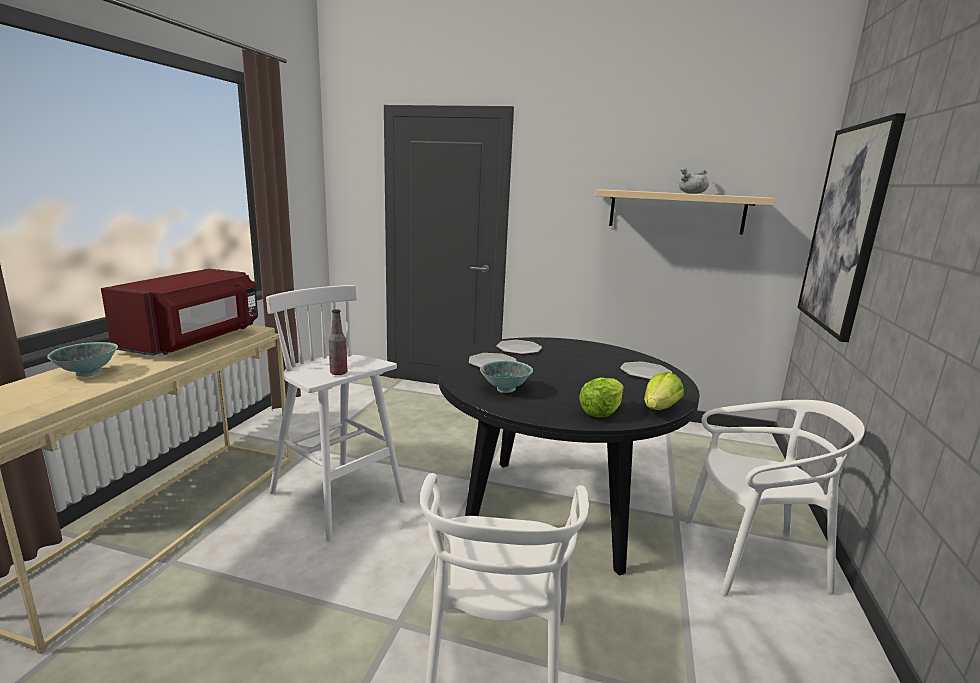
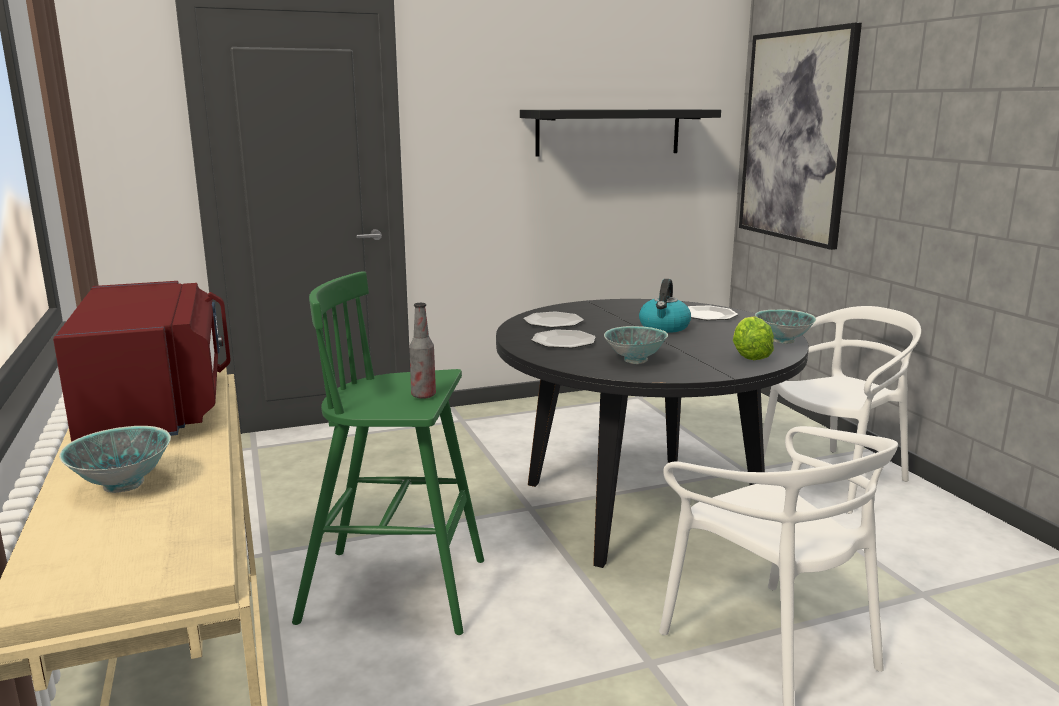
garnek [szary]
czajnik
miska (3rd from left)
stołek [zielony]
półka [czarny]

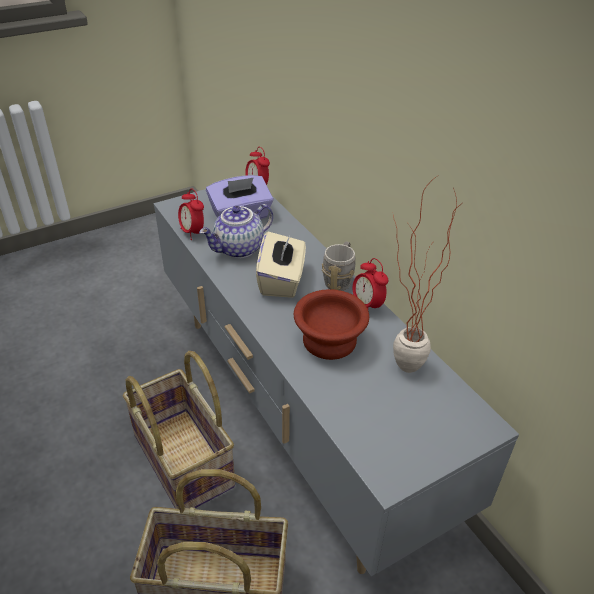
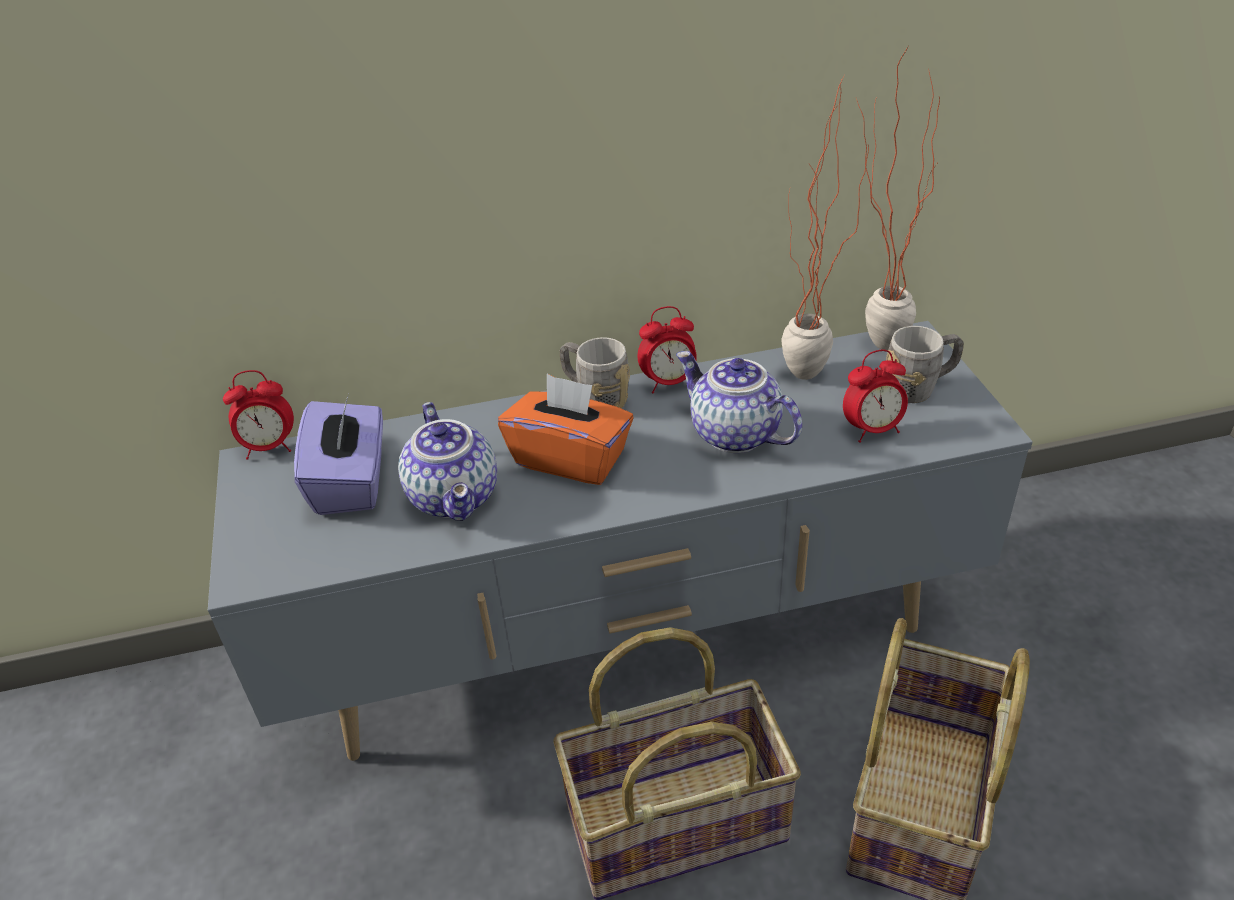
roślina doniczkowa (2nd from left)
kubek [szary] (2nd from left)
budzik (3rd from left)
imbryk (2nd from left)
pudełko chusteczek [pomarańczowy]

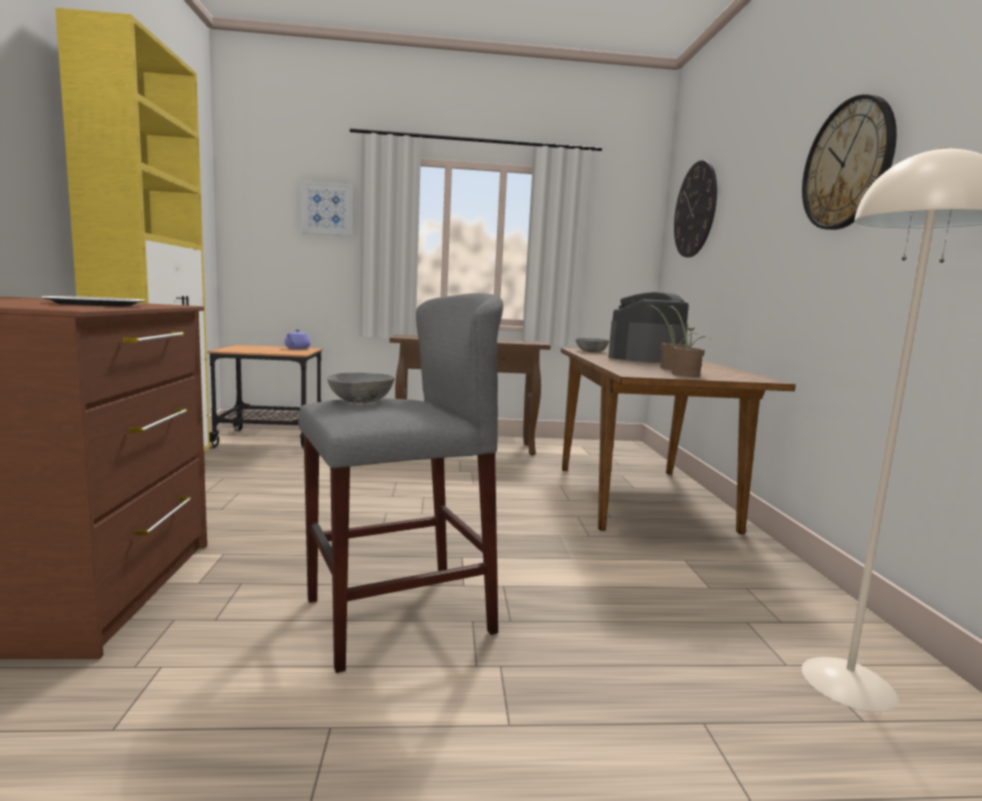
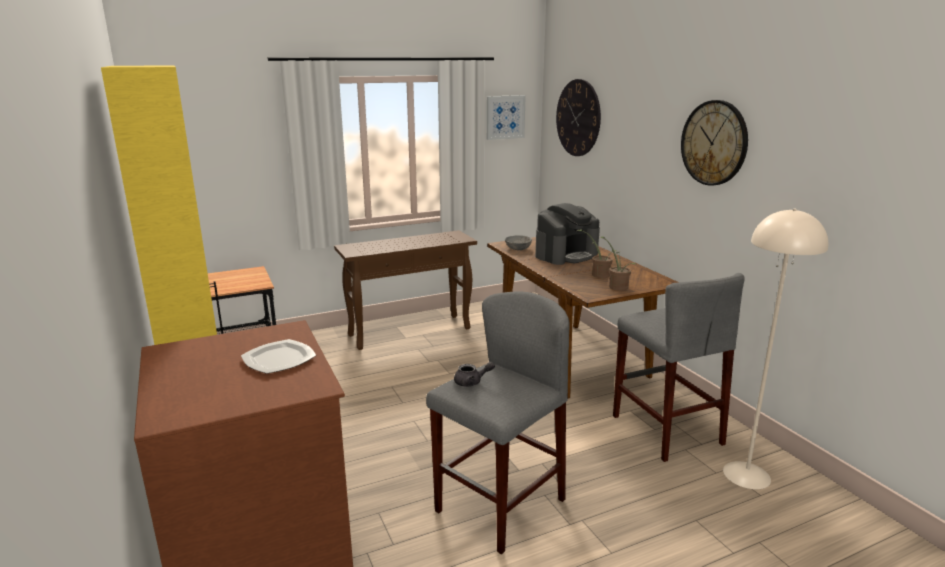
imbryk [fioletowy]
stołek [szary] (2nd from left)
obraz
imbryk [szary]
ekspres do kawy

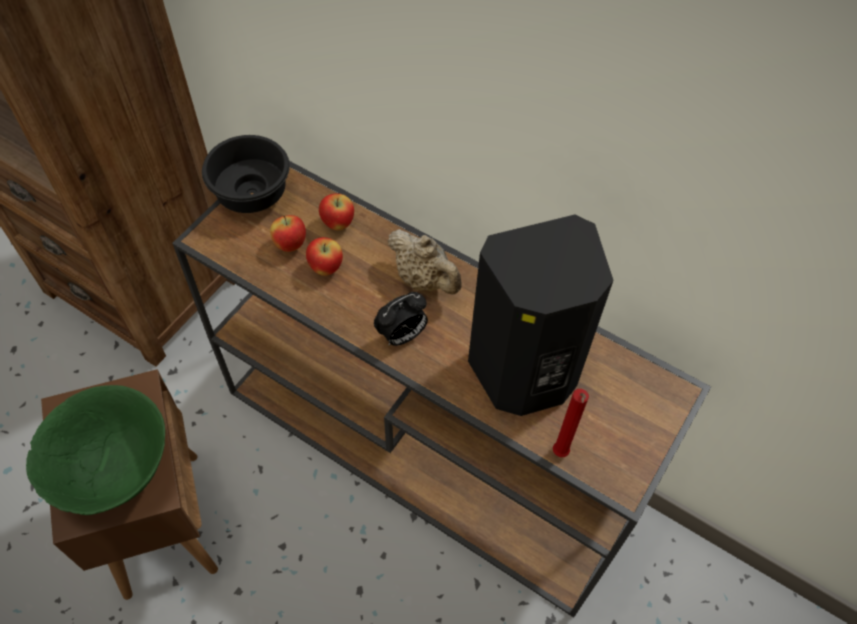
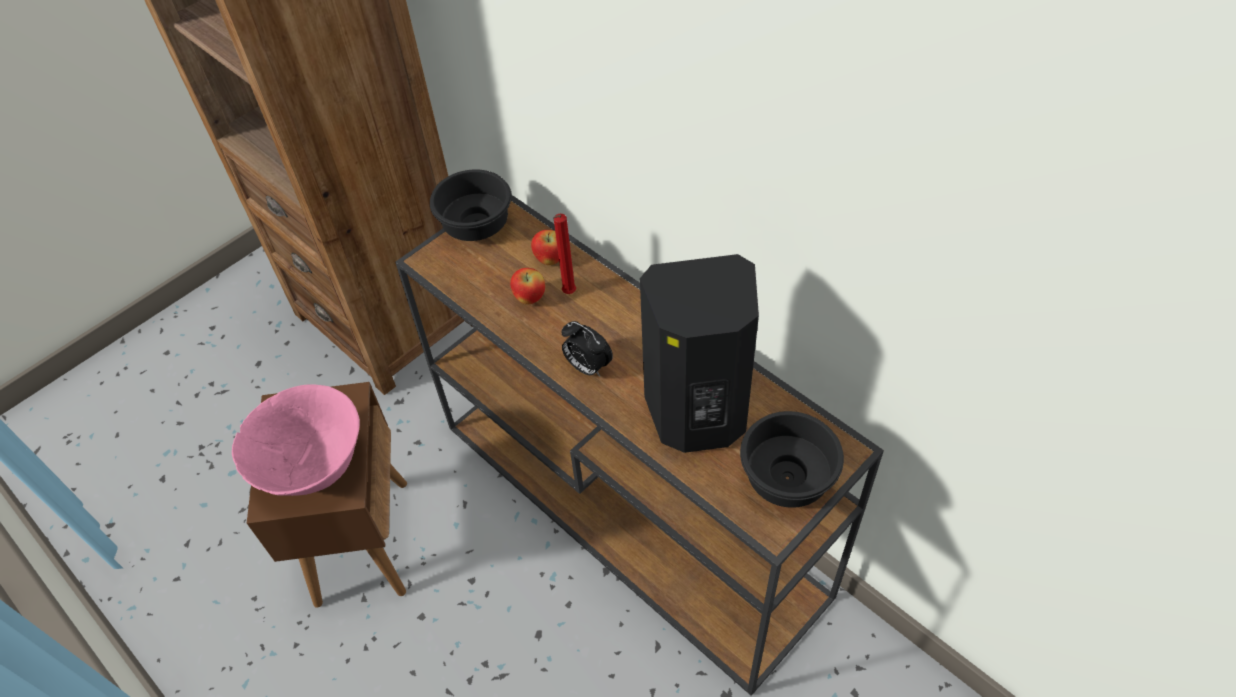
jabłko (1st from left in the first image)
imbryk [beżowy]
miska [czarny] (2nd from left)
świeca [czerwony]
miska [różowy]
budzik

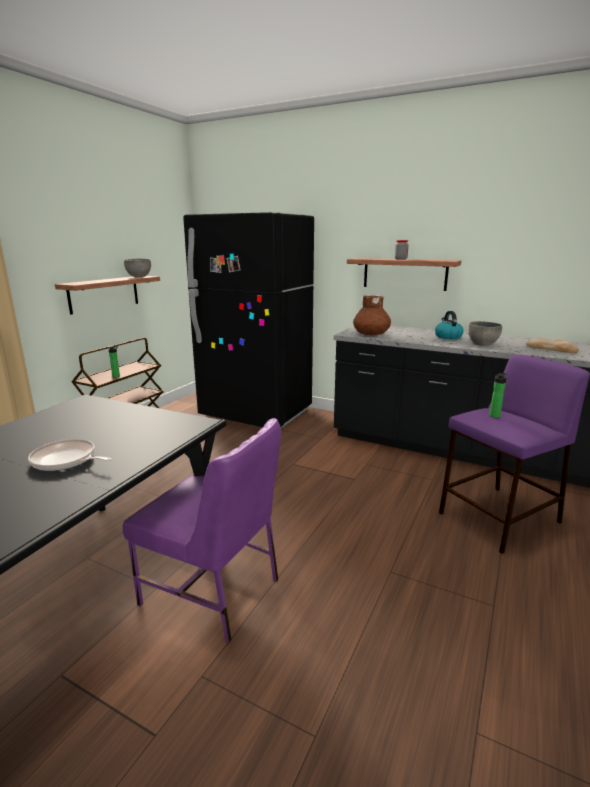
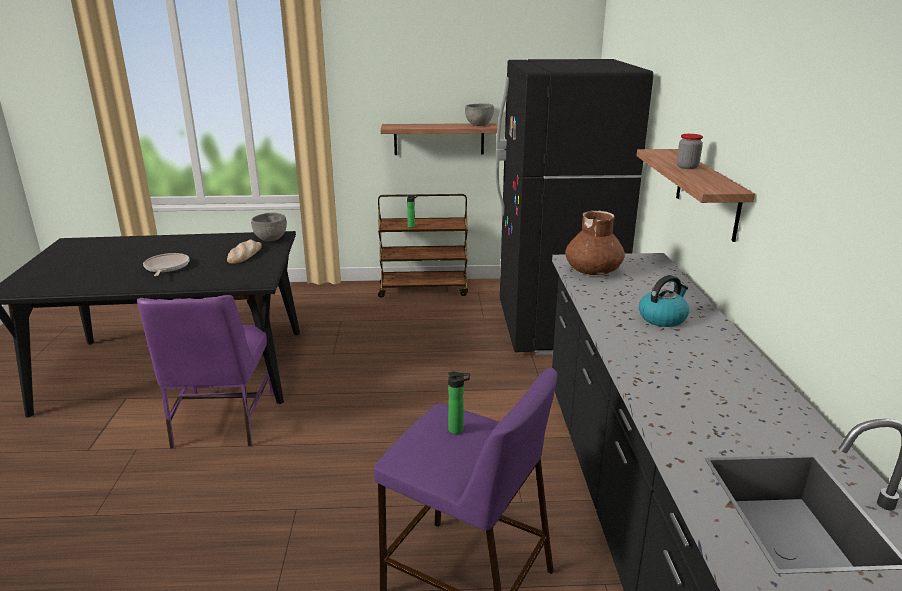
miska [szary] (1st from left)
chleb

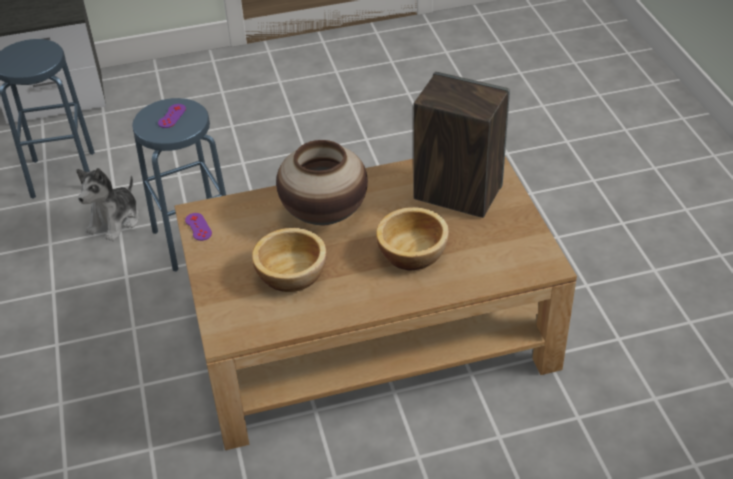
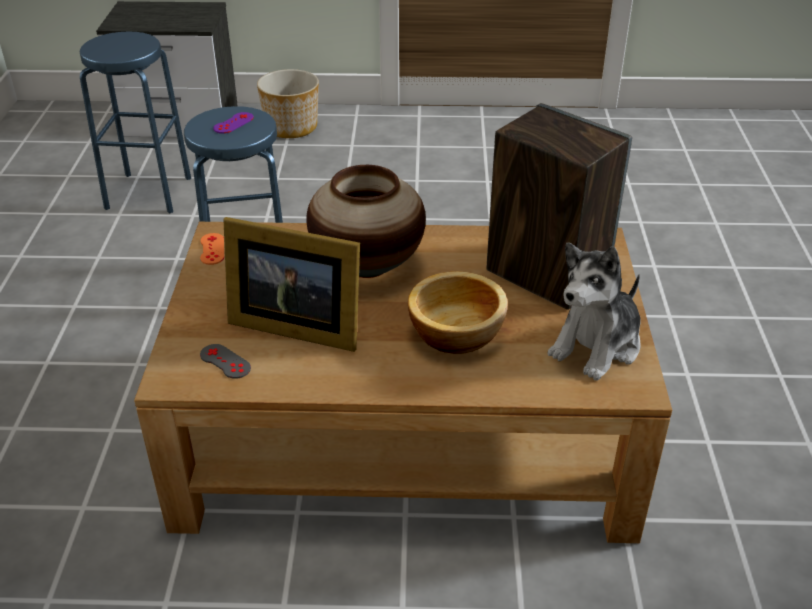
pad do gier [szary]
donica
pluszak
ramka na zdjęcie
pad do gier [pomarańczowy]

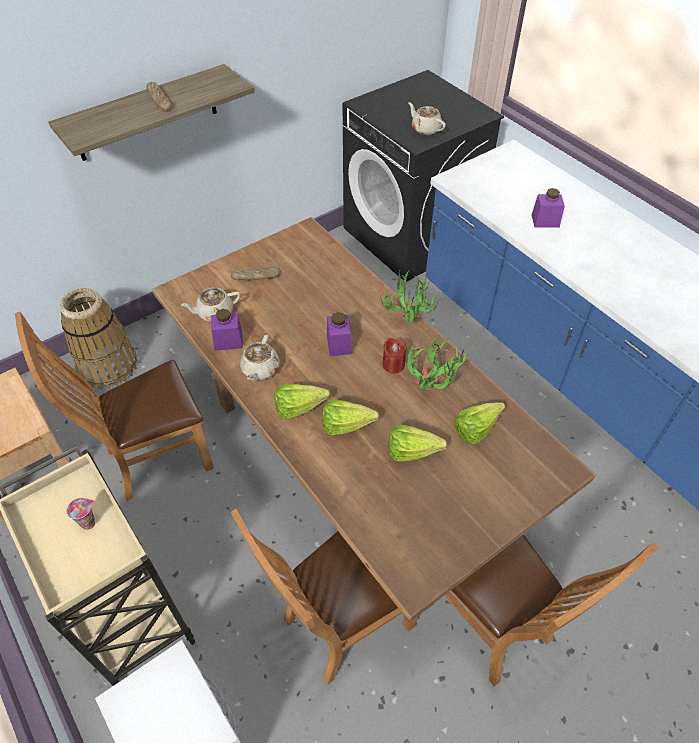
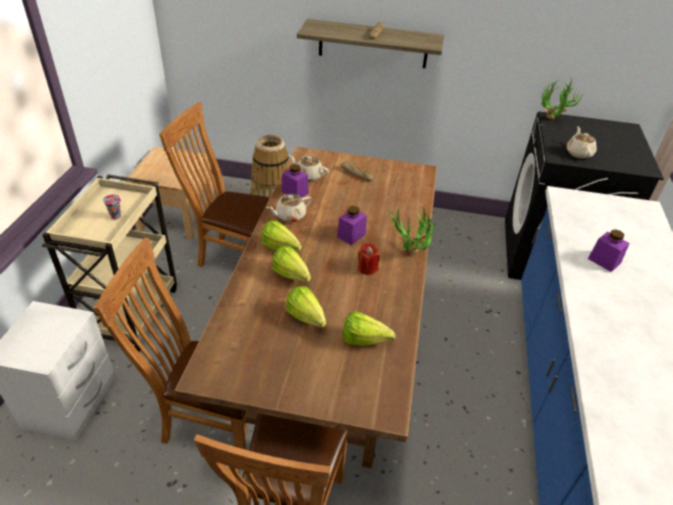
roślina doniczkowa (2nd from left)

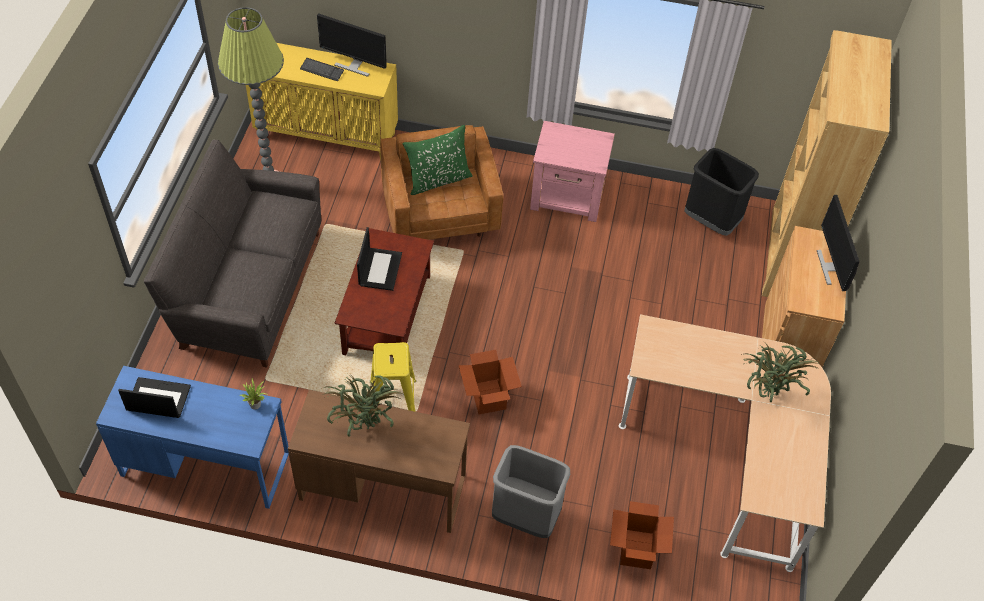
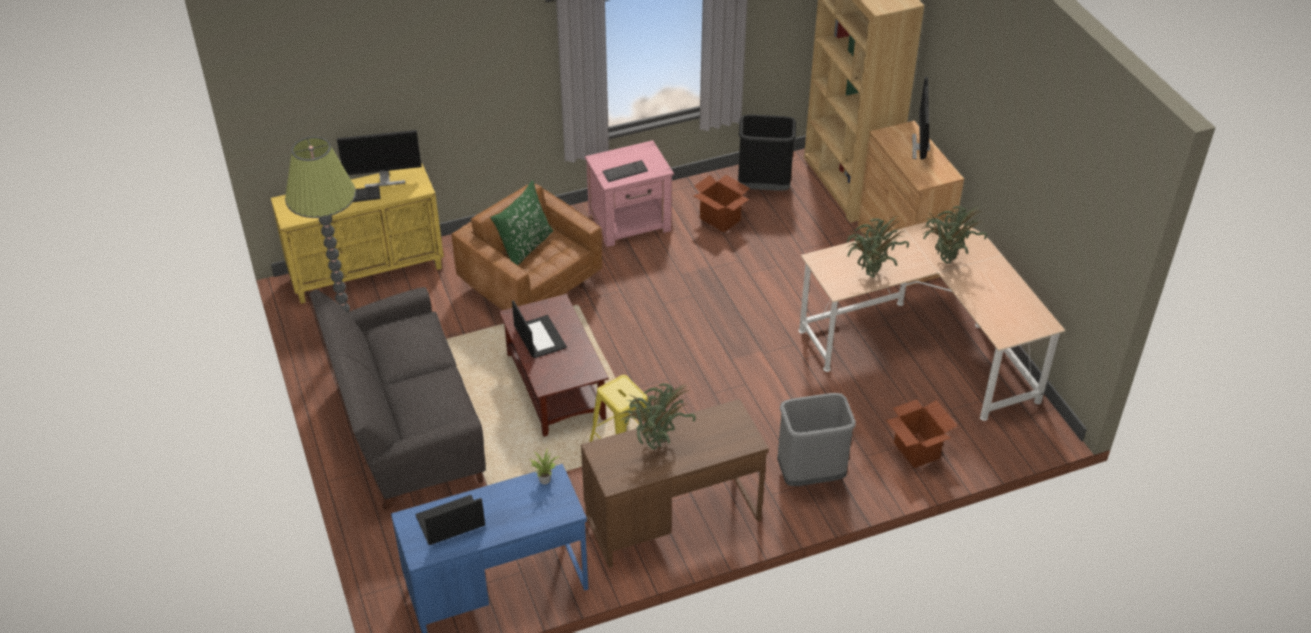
klawiatura (2nd from left)
roślina doniczkowa (3rd from left)
karton (1st from left)
monitor (2nd from left)

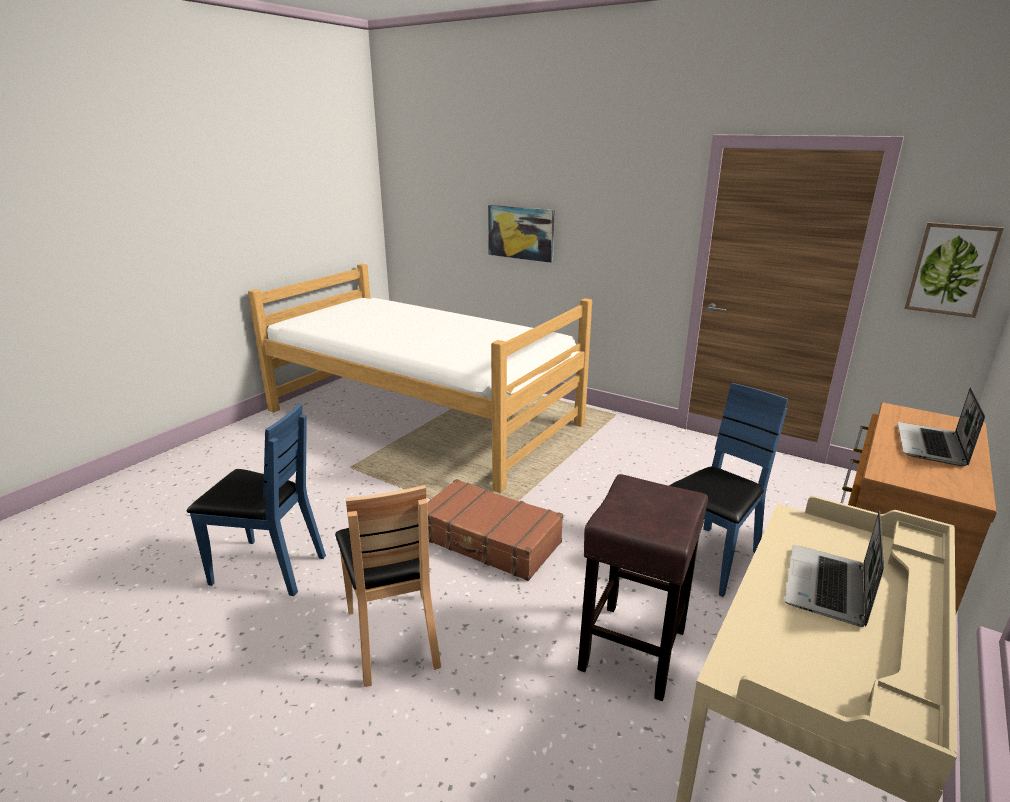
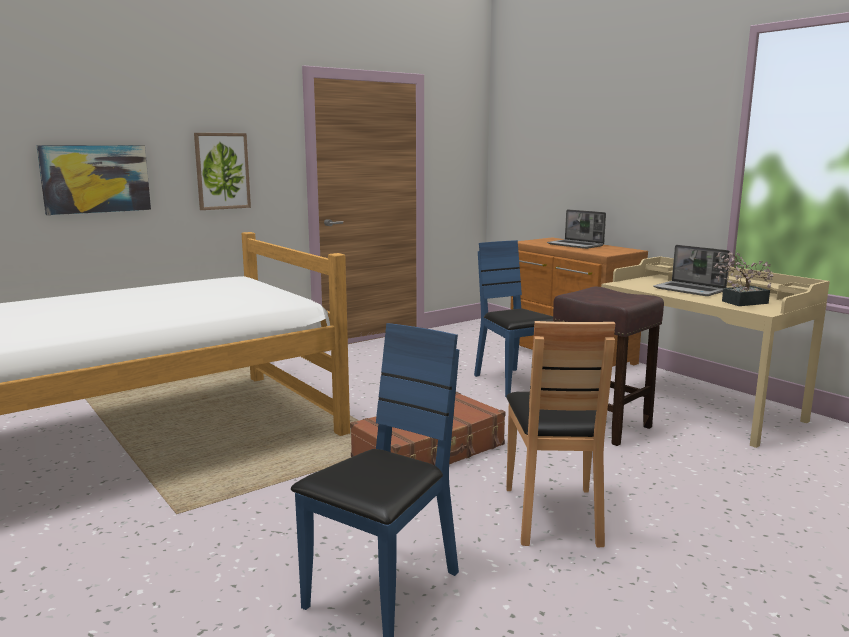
roślina doniczkowa
obraz (2nd from left)
krzesło [brązowy]

